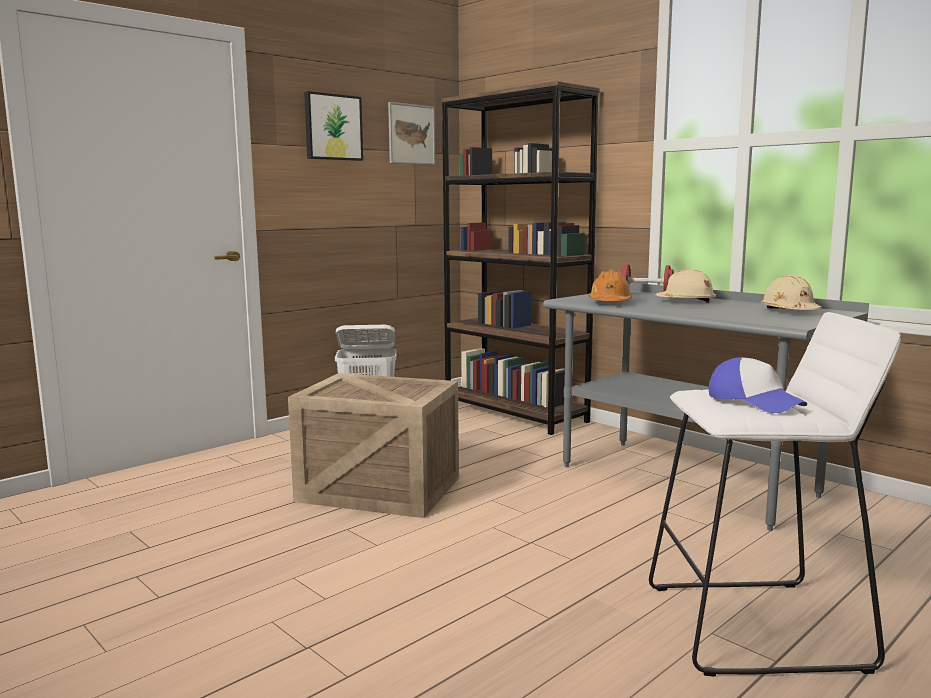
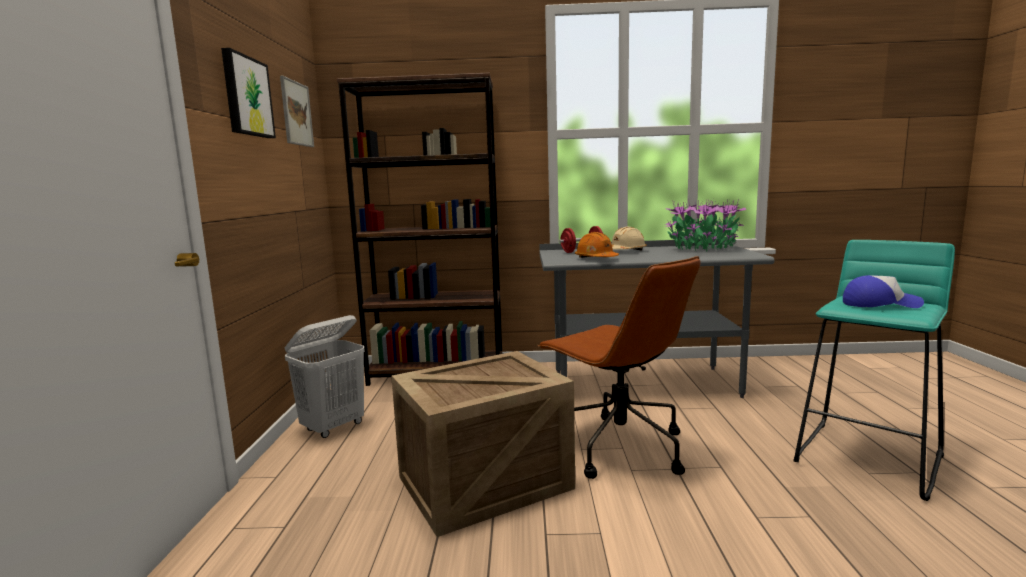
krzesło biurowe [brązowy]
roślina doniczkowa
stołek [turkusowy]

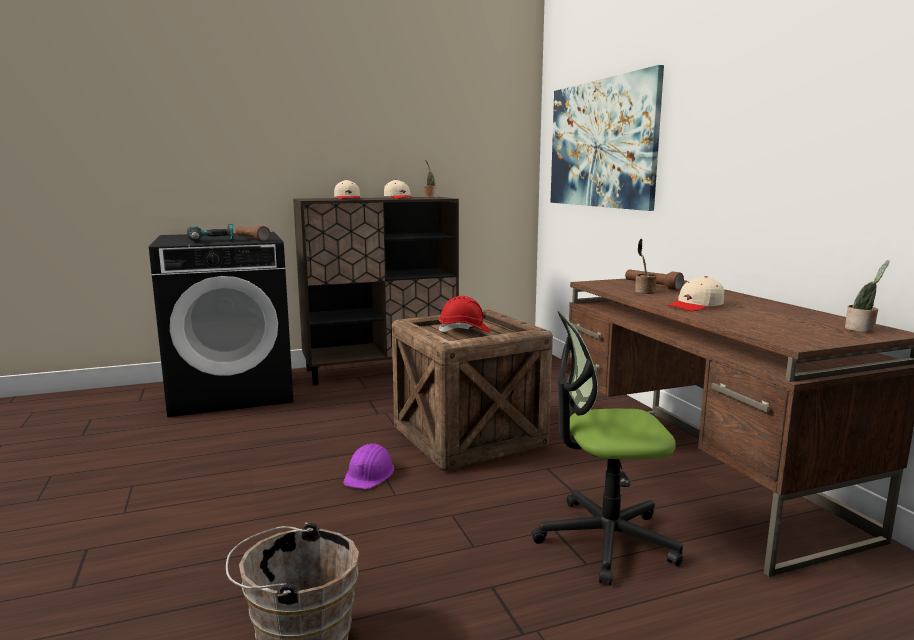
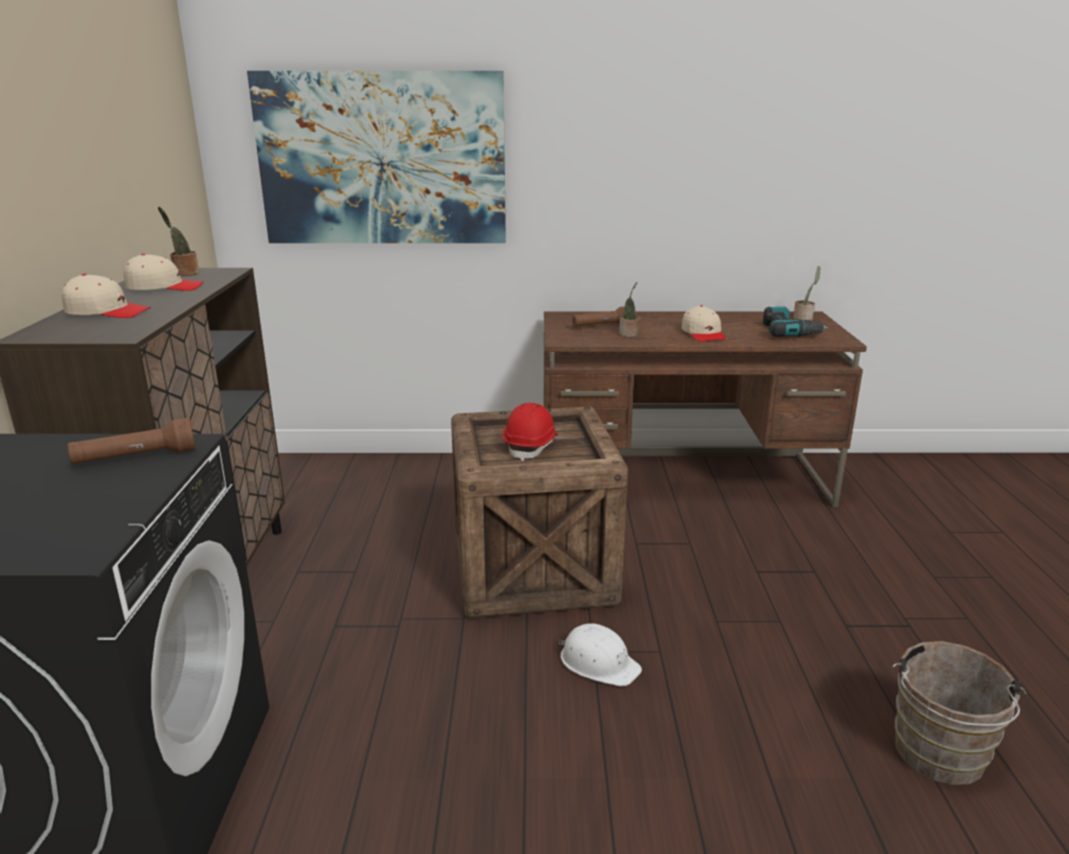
krzesło biurowe
wiertarka
kask [biały]

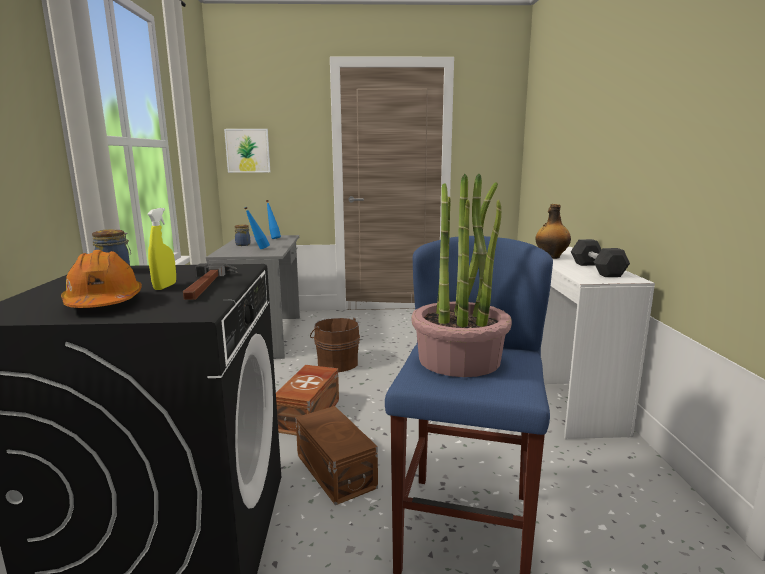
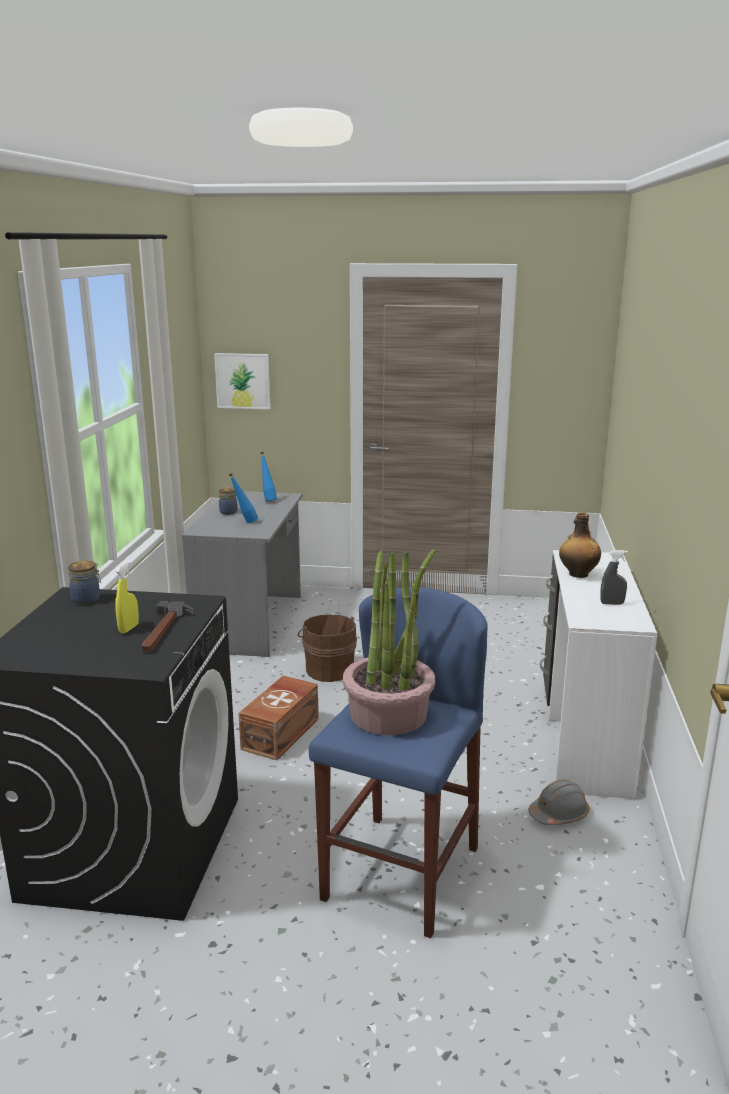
kask [pomarańczowy]
pojemnik do przechowywania [brązowy] (2nd from left in the first image)
kask [szary]
spryskiwacz [szary]

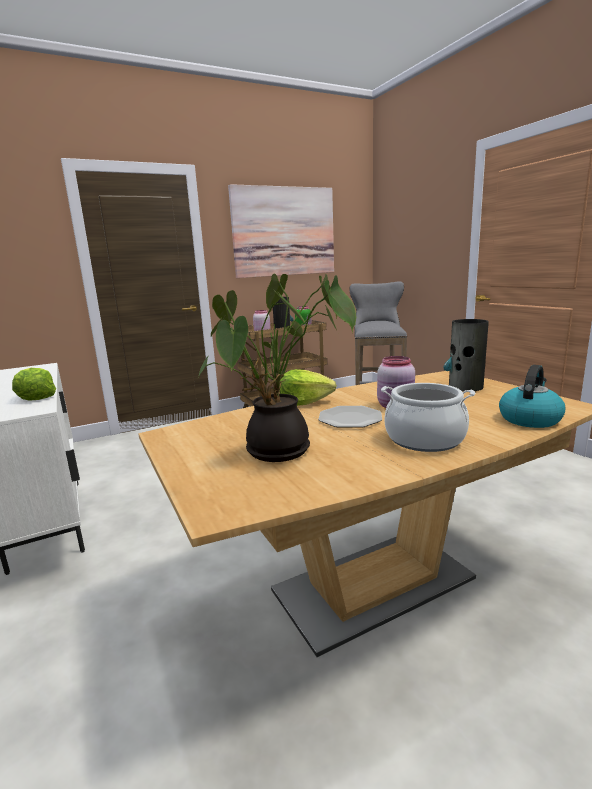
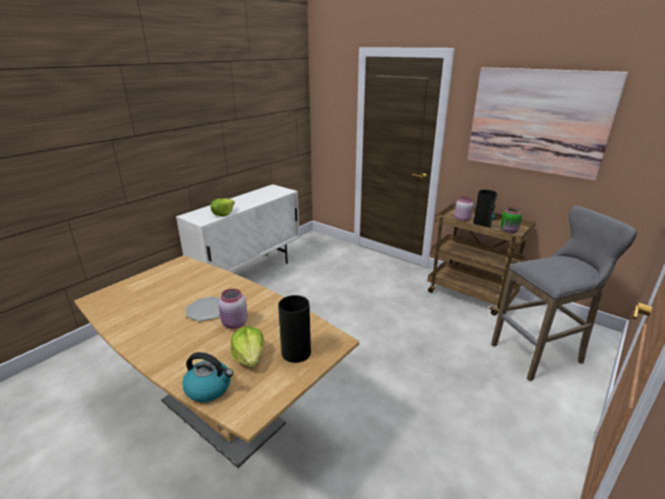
roślina doniczkowa
garnek
sałata (2nd from left)

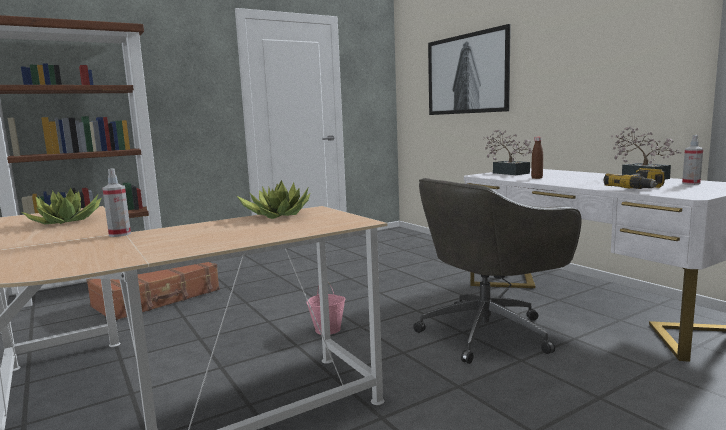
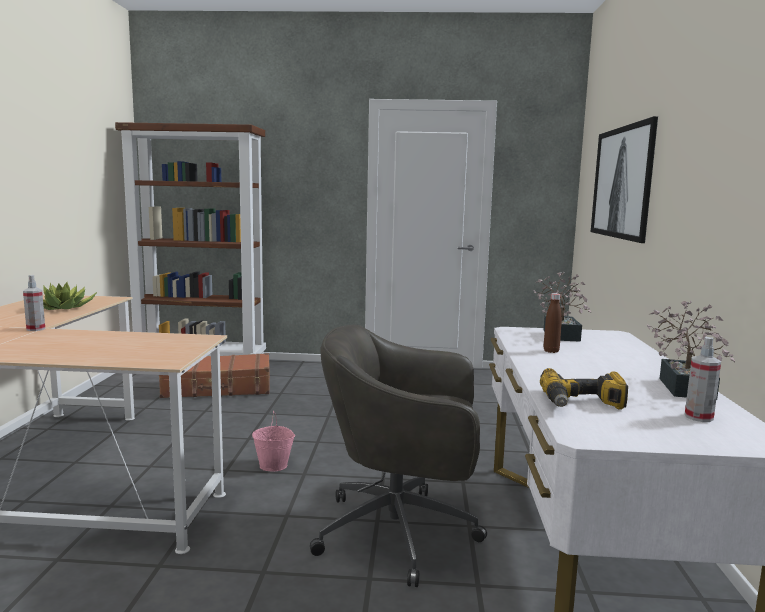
roślina doniczkowa (2nd from left in the first image)

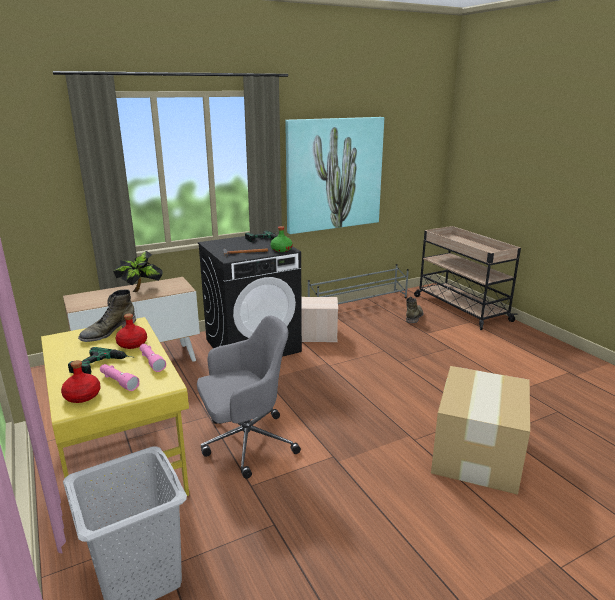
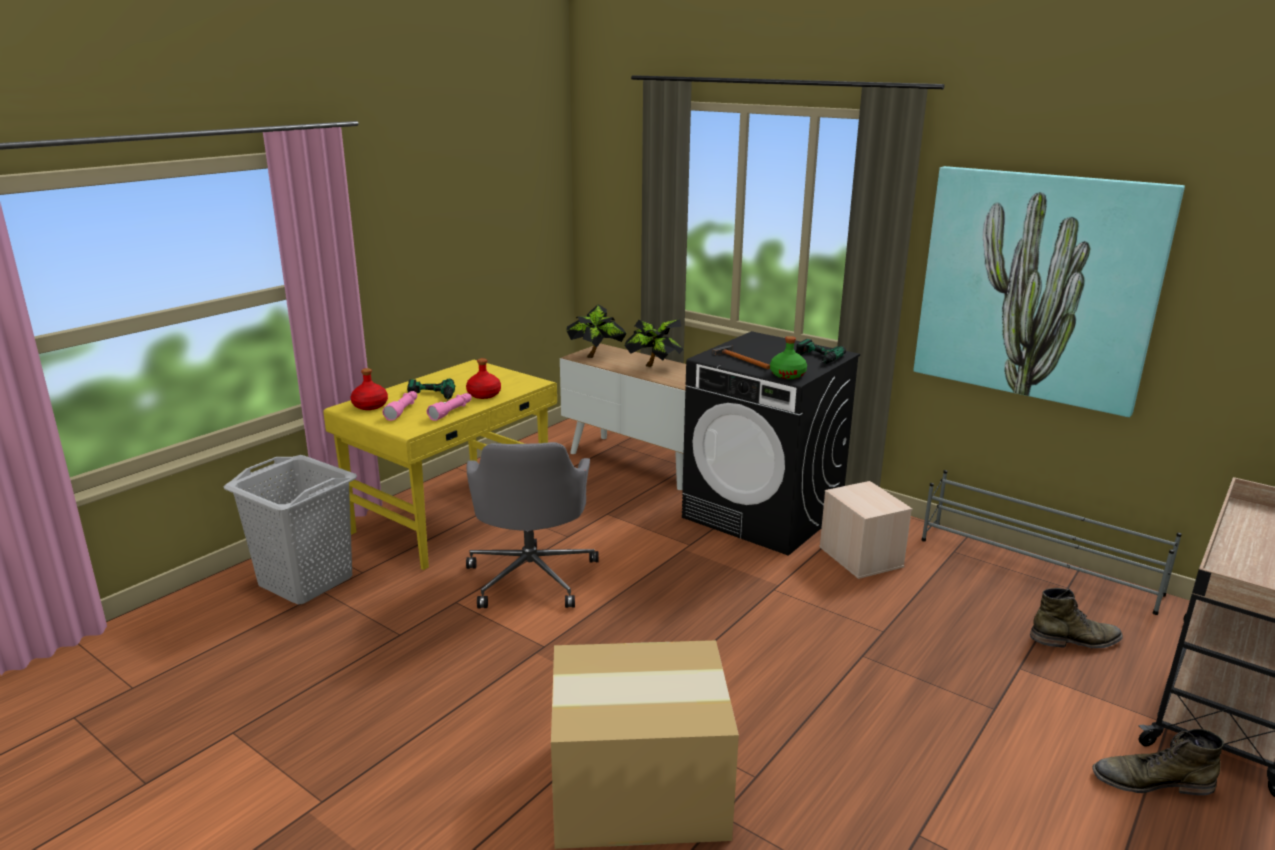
roślina doniczkowa (1st from left)
but z cholewką [zielony] (2nd from left)
krzesło biurowe [szary]

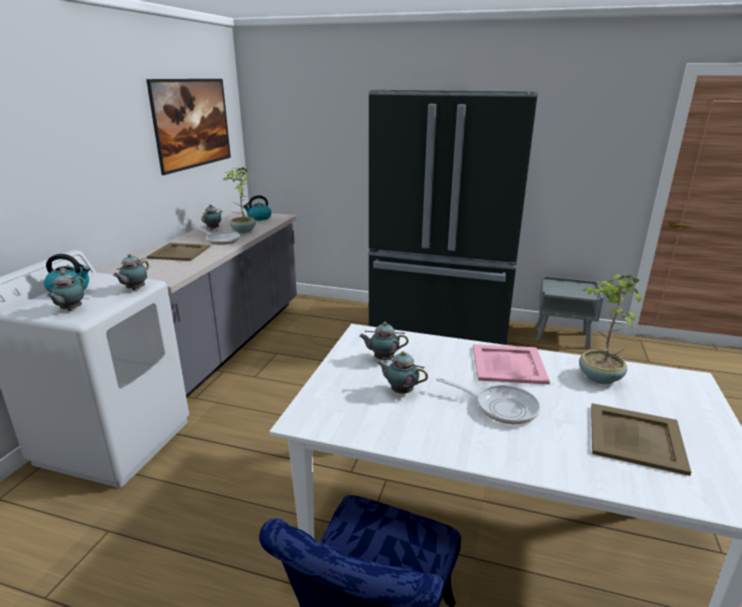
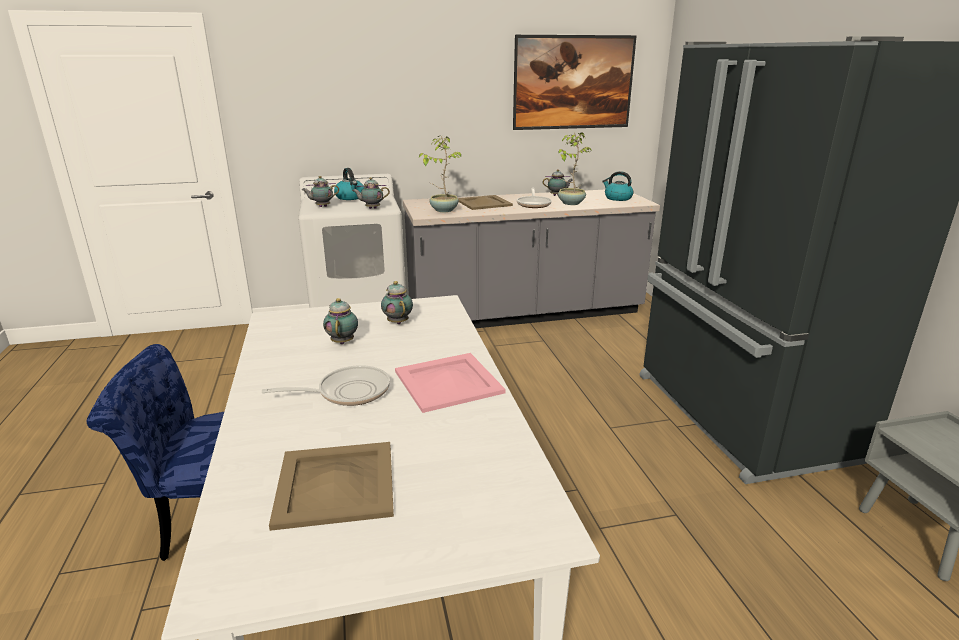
roślina doniczkowa (1st from left)
patelnia (1st from left)

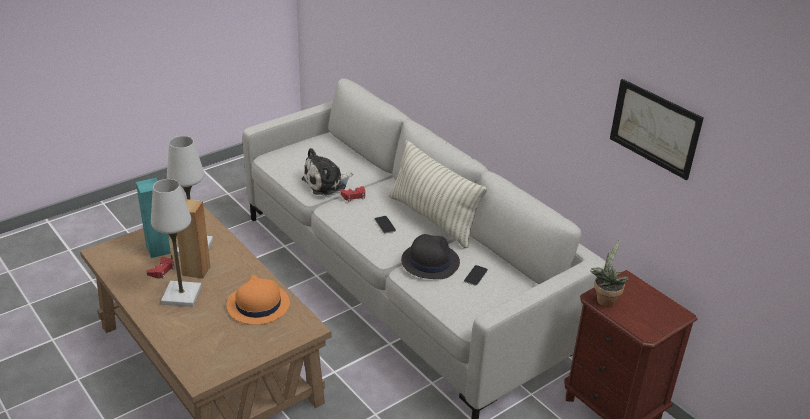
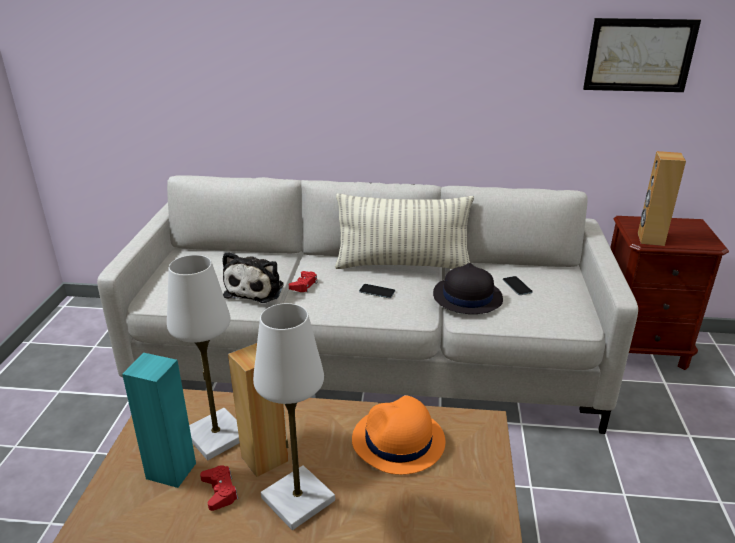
głośnik [brązowy] (2nd from left)

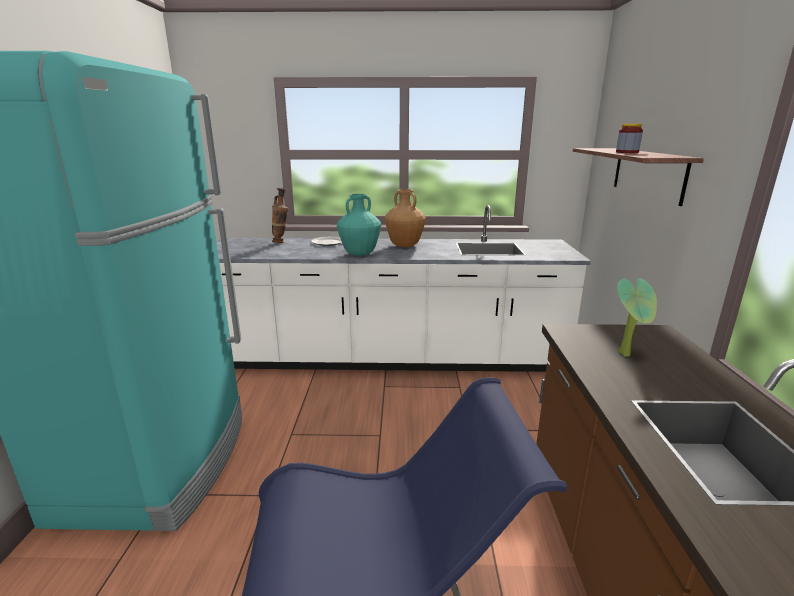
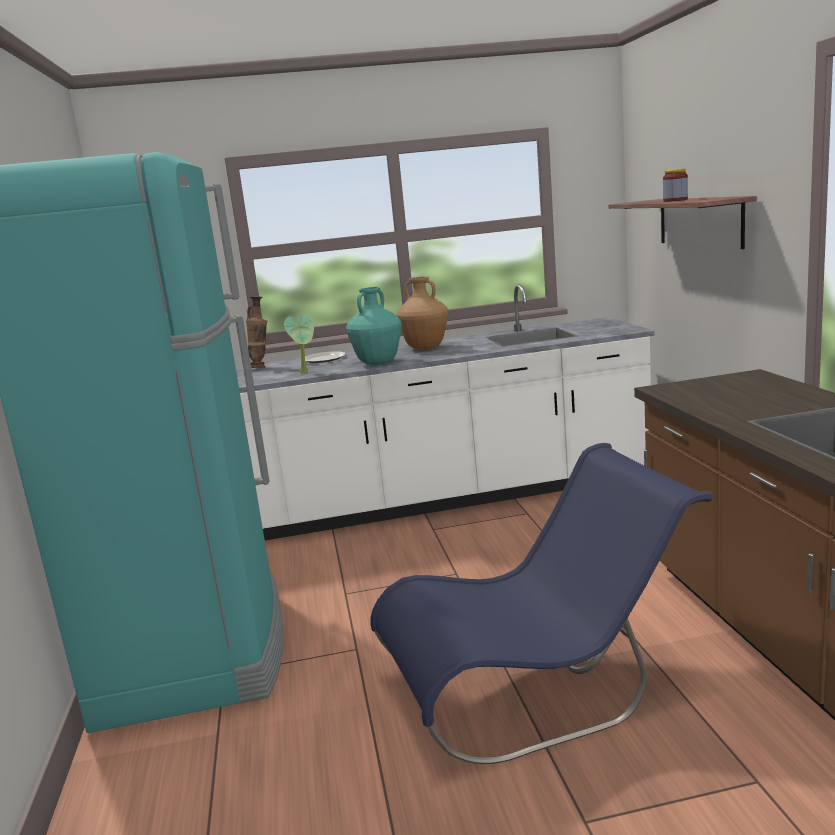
roślina doniczkowa

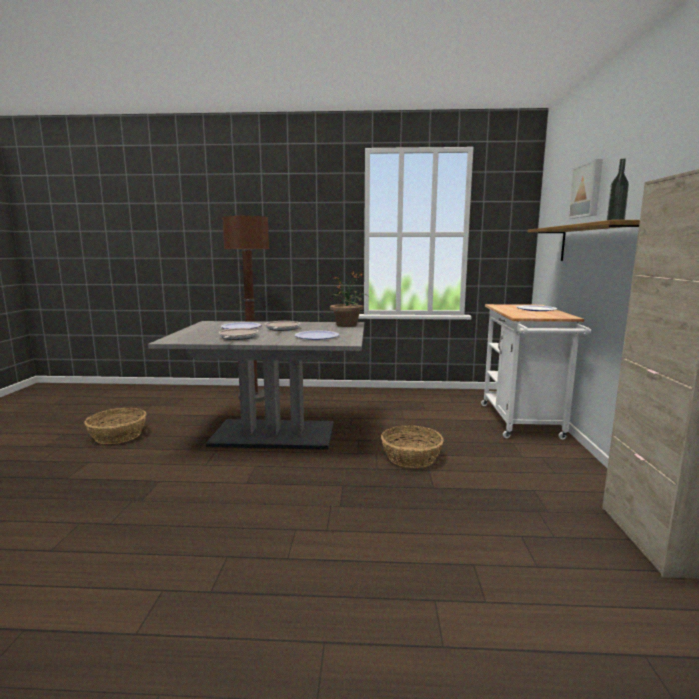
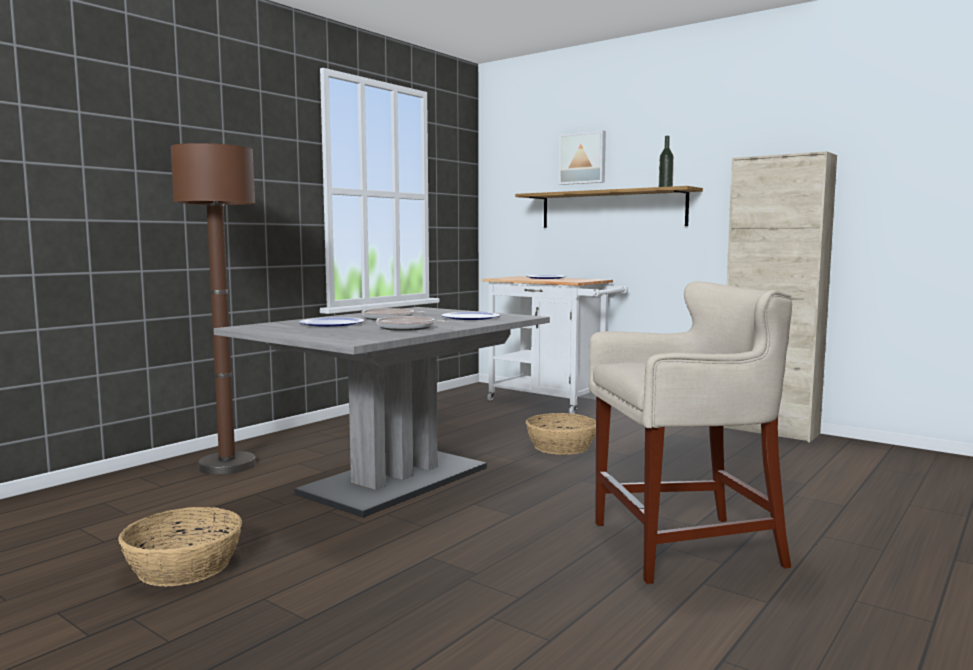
roślina doniczkowa
stołek [beżowy]

